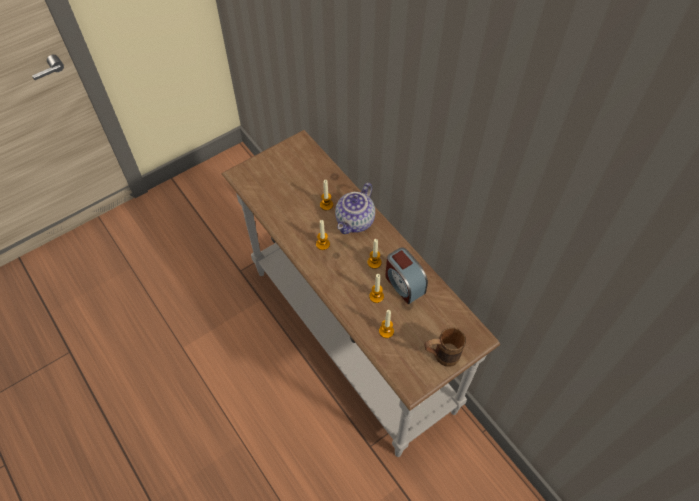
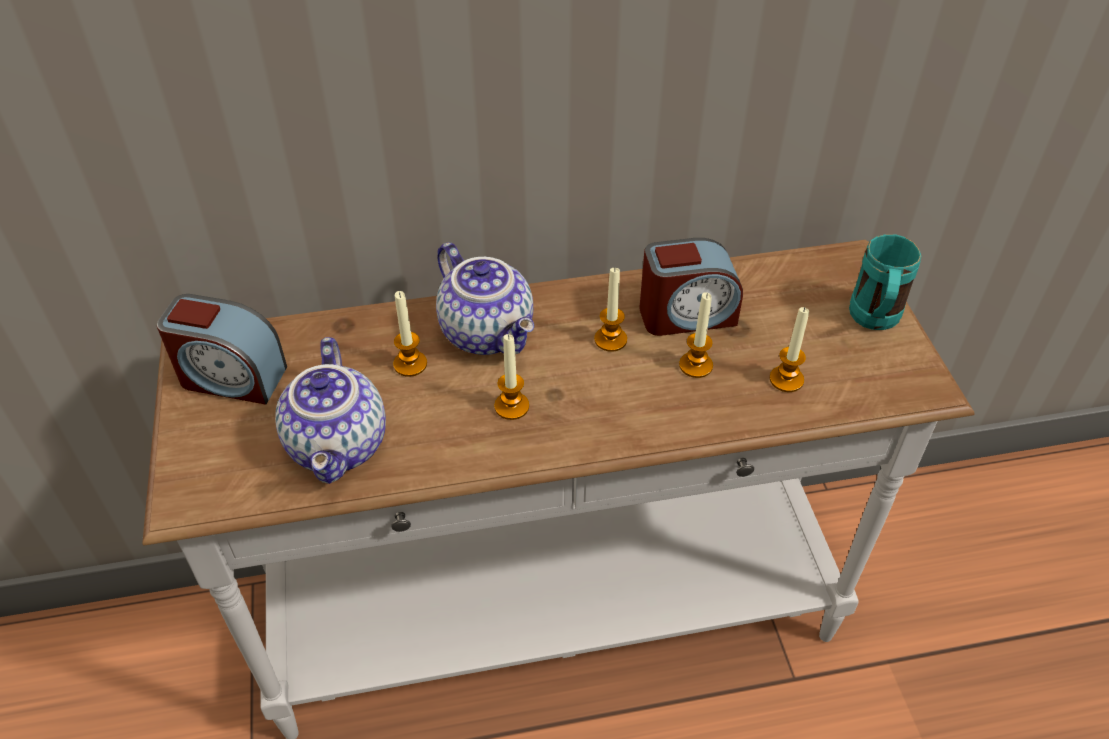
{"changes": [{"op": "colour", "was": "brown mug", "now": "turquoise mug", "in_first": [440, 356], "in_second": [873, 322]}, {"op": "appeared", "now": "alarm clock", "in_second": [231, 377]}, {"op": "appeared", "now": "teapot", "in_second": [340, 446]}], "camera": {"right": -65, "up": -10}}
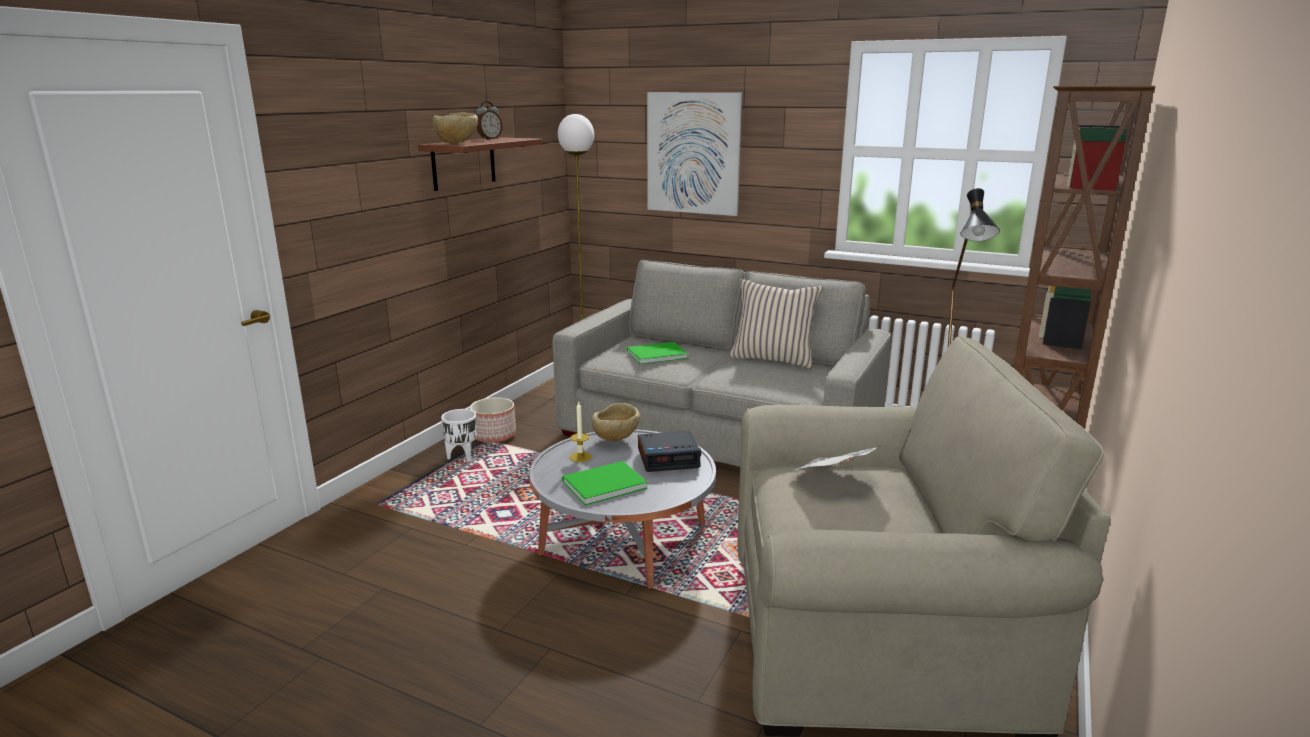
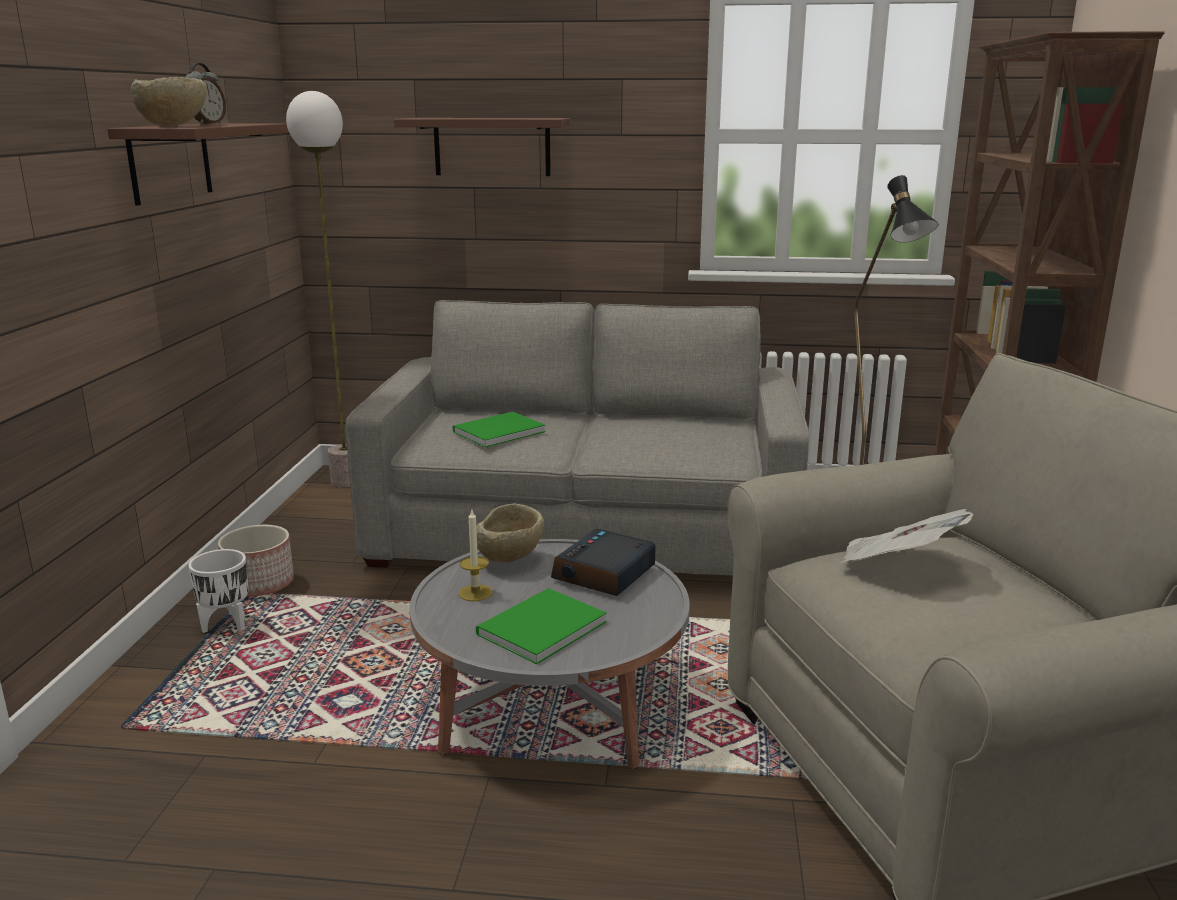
{"changes": [{"op": "spun", "was": "alarm clock", "in_first": [669, 458], "in_second": [604, 573], "clockwise": 150}, {"op": "exchanged", "was": "picture", "now": "brown shelf", "in_first": [693, 153], "in_second": [492, 147]}, {"op": "missing", "was": "beige pillow", "in_first": [773, 359]}], "camera": {"right": -20, "up": 0}}
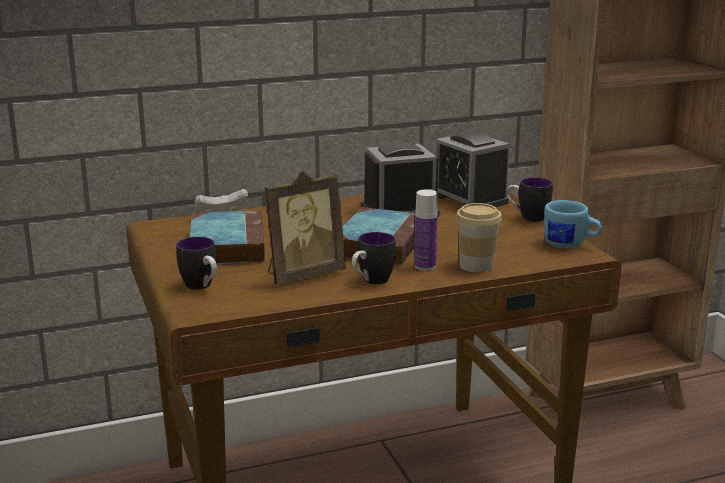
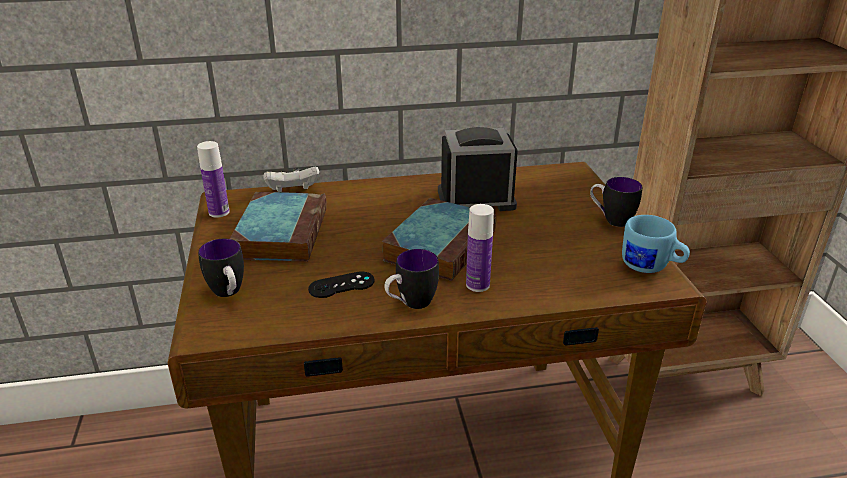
{"changes": [{"op": "exchanged", "was": "picture frame", "now": "black game controller", "in_first": [303, 275], "in_second": [341, 285]}, {"op": "missing", "was": "alarm clock", "in_first": [469, 199]}, {"op": "missing", "was": "cup", "in_first": [476, 265]}, {"op": "appeared", "now": "bottle", "in_second": [219, 212]}], "camera": {"right": 10, "up": 10}}
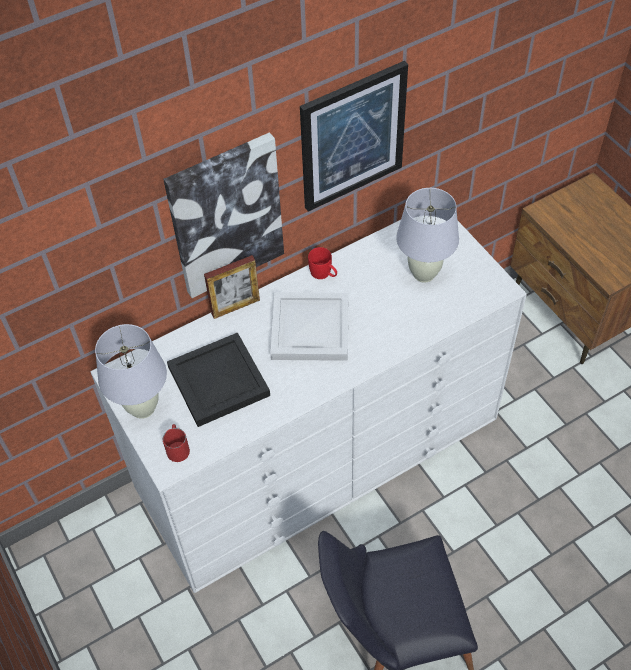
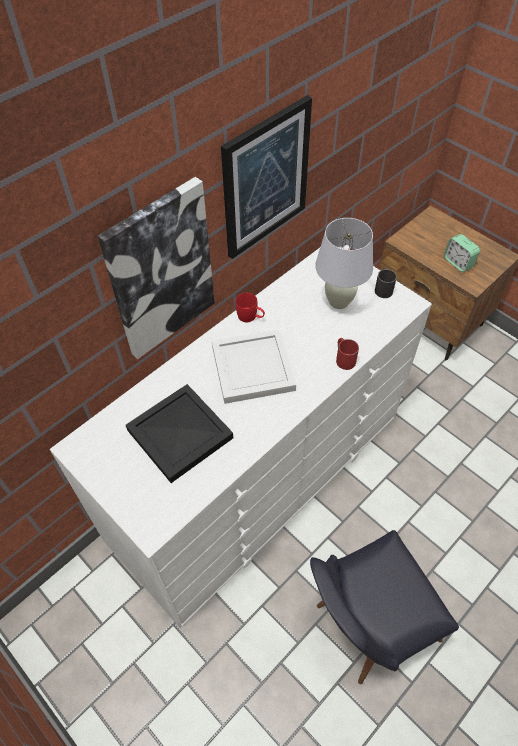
{"changes": [{"op": "missing", "was": "white table lamp", "in_first": [143, 408]}, {"op": "relocated", "was": "red mug", "in_first": [177, 447], "in_second": [344, 358]}, {"op": "missing", "was": "picture frame", "in_first": [235, 307]}, {"op": "appeared", "now": "black mug", "in_second": [383, 288]}, {"op": "appeared", "now": "alarm clock", "in_second": [458, 262]}], "camera": {"right": -15, "up": 0}}
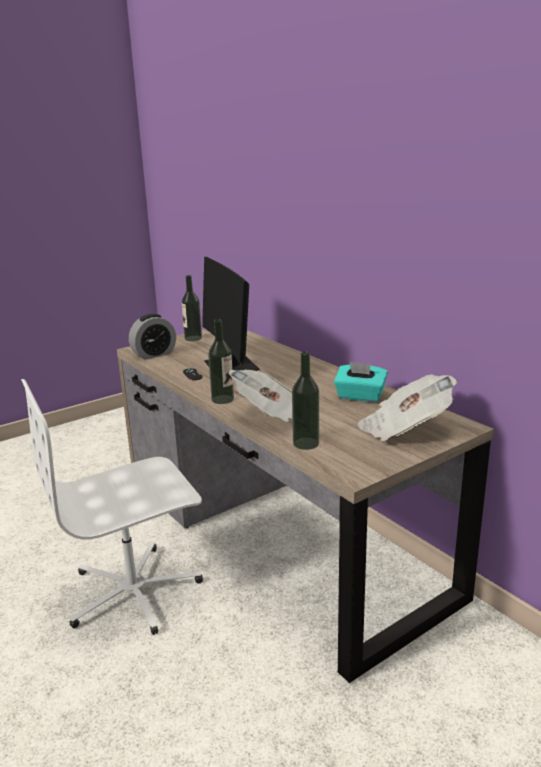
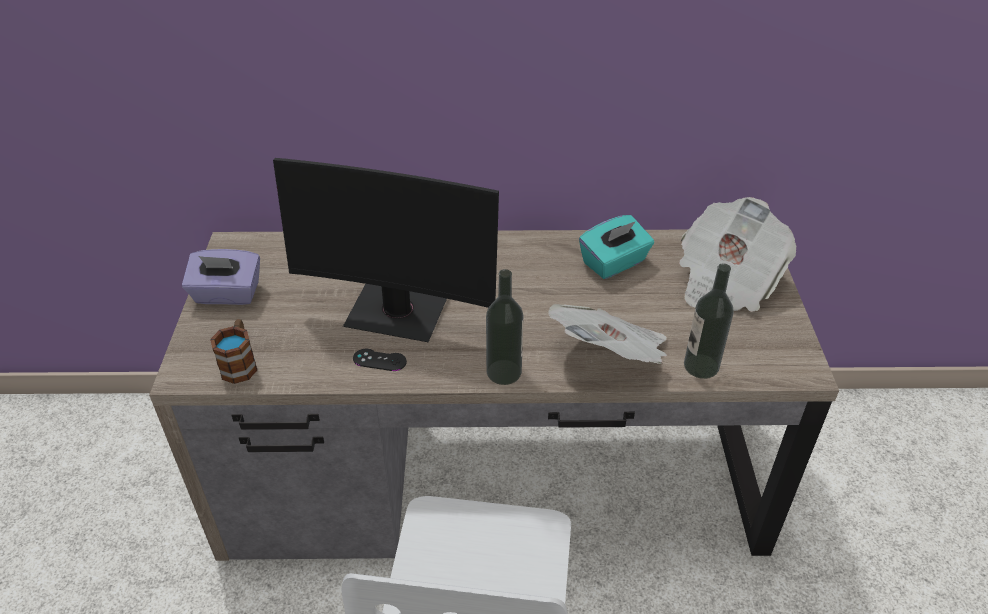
{"changes": [{"op": "exchanged", "was": "alarm clock", "now": "mug", "in_first": [154, 354], "in_second": [240, 363]}, {"op": "exchanged", "was": "bottle", "now": "purple tissue box", "in_first": [193, 338], "in_second": [227, 294]}], "camera": {"right": -55, "up": 20}}
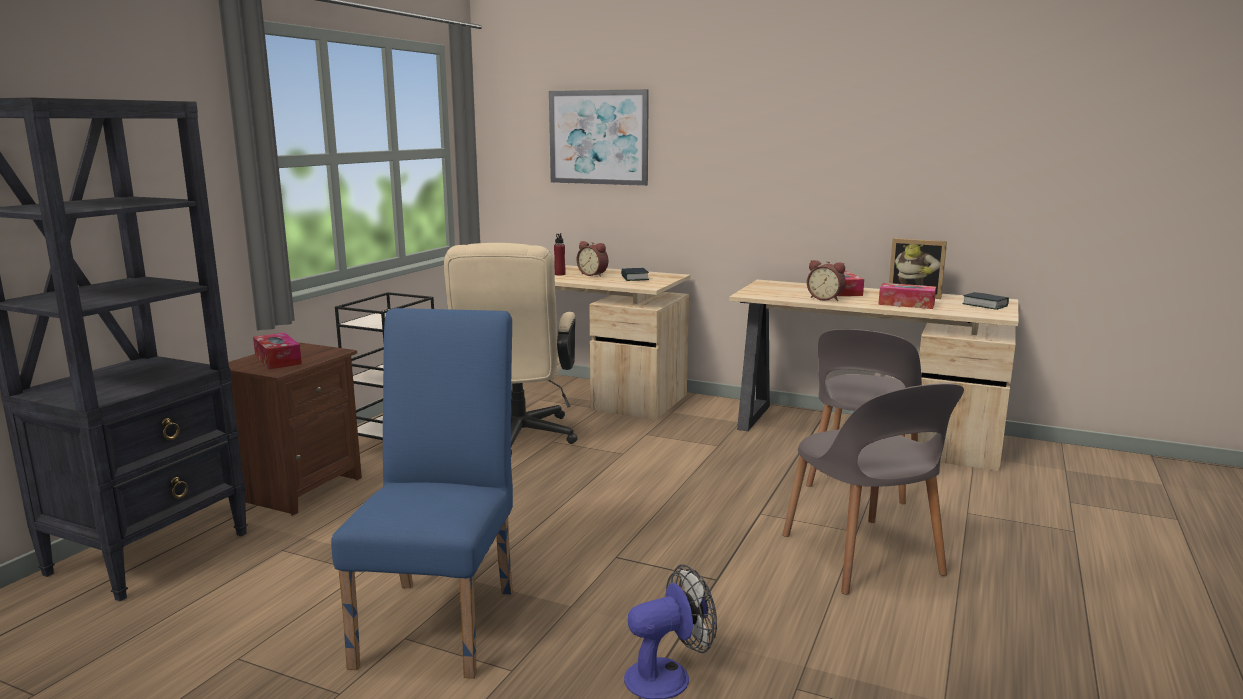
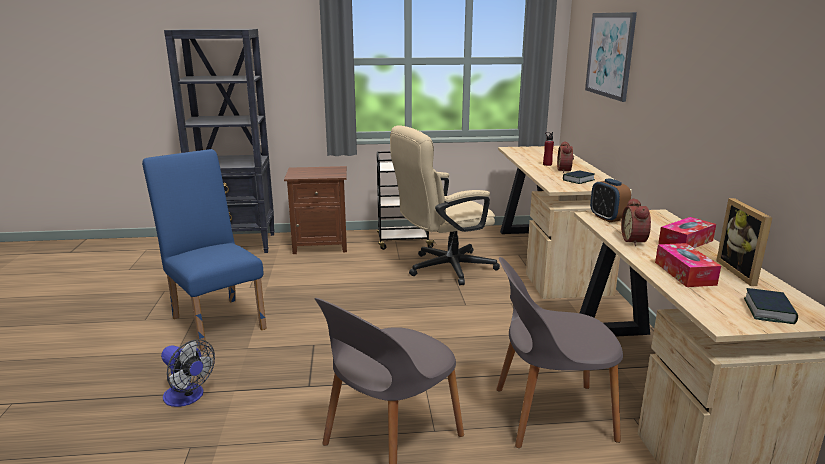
{"changes": [{"op": "missing", "was": "tissue box", "in_first": [278, 360]}, {"op": "spun", "was": "blue chair", "in_first": [442, 618], "in_second": [216, 319], "clockwise": -105}, {"op": "appeared", "now": "alarm clock", "in_second": [607, 218]}], "camera": {"right": 60, "up": 5}}
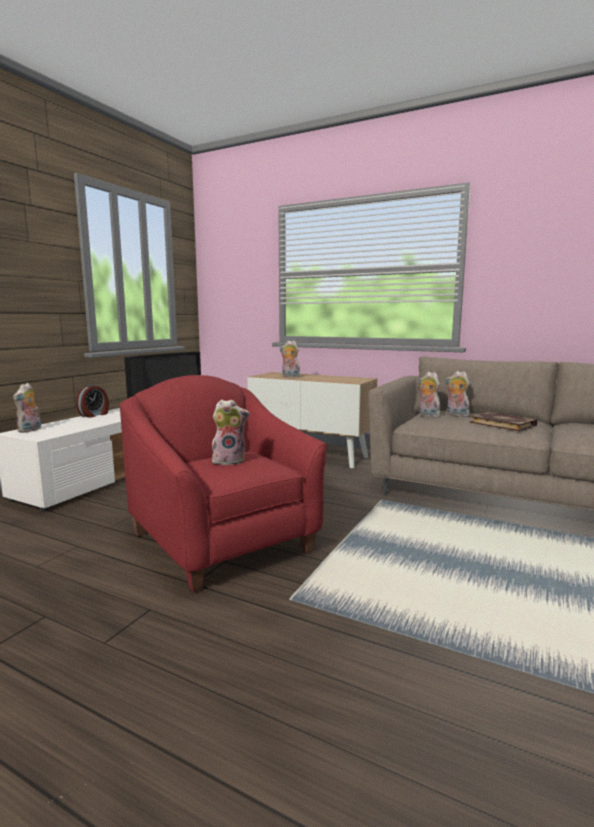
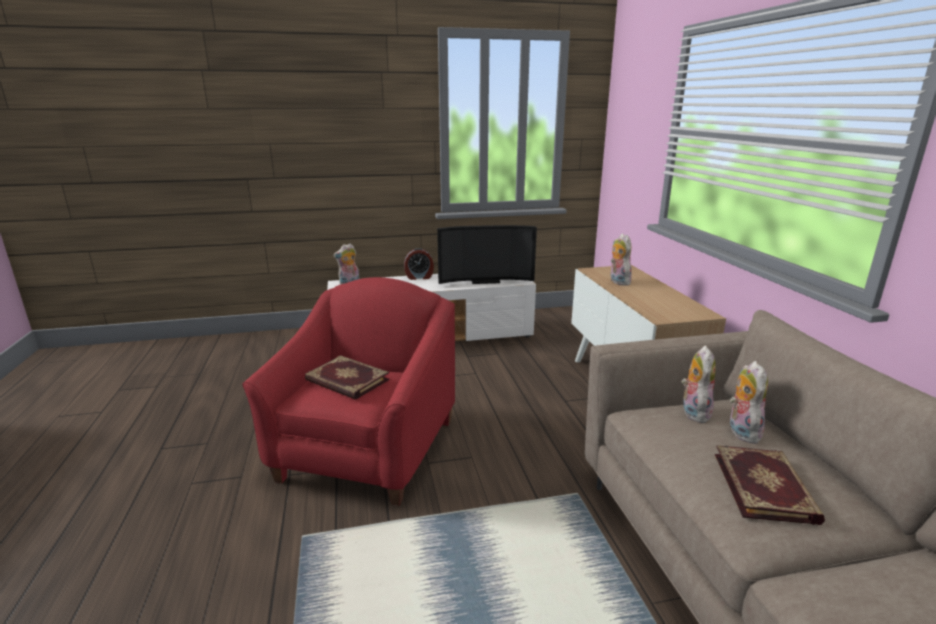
{"changes": [{"op": "exchanged", "was": "plush toy", "now": "book", "in_first": [229, 461], "in_second": [346, 381]}], "camera": {"right": 50, "up": 10}}
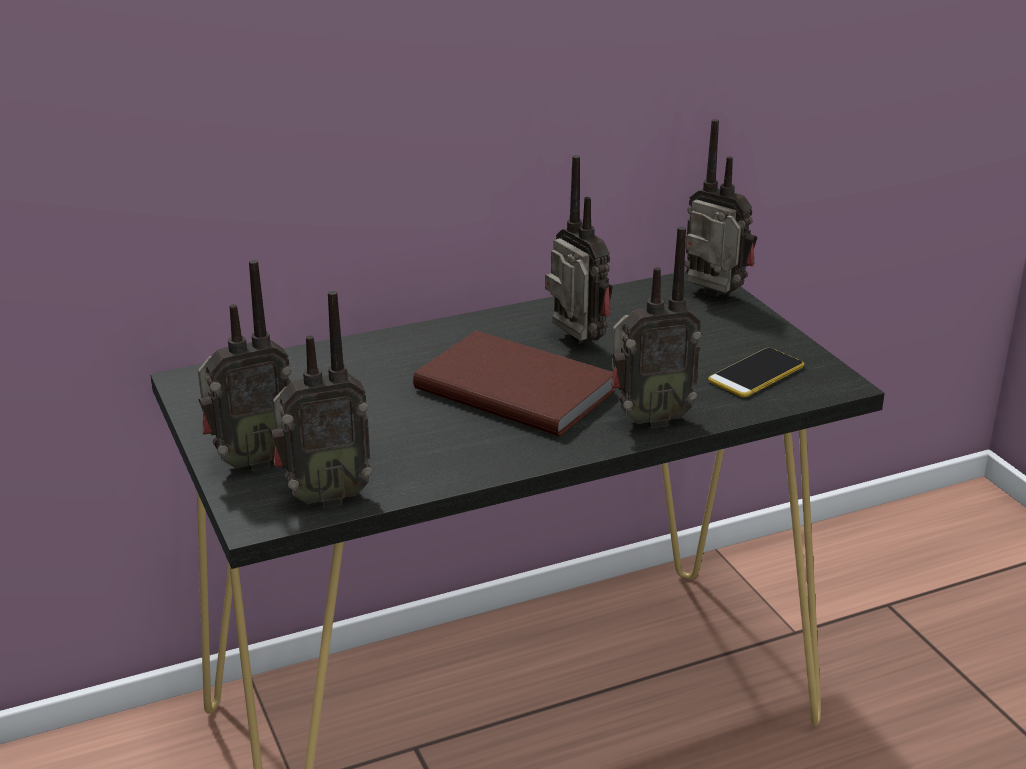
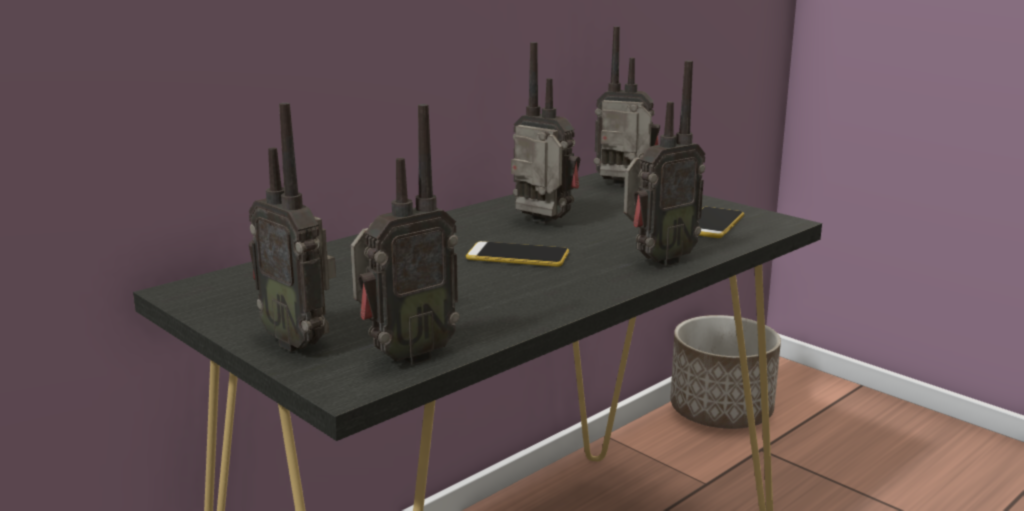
{"changes": [{"op": "spun", "was": "radio", "in_first": [250, 461], "in_second": [299, 341], "clockwise": 90}, {"op": "exchanged", "was": "brown book", "now": "phone", "in_first": [515, 387], "in_second": [517, 256]}, {"op": "appeared", "now": "planter", "in_second": [722, 411]}], "camera": {"right": -20, "up": -10}}
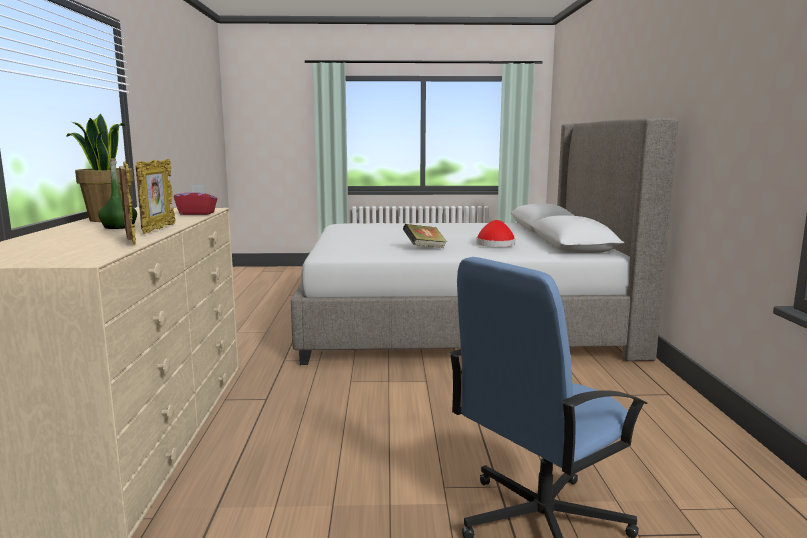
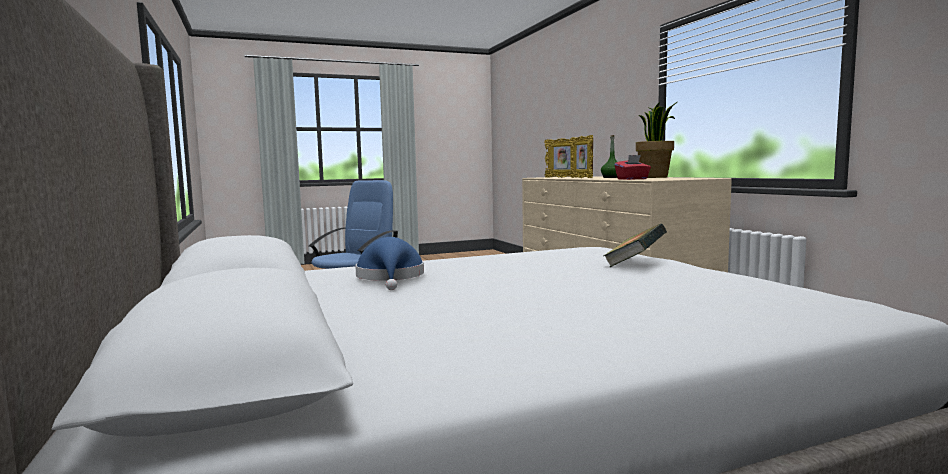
{"changes": [{"op": "relocated", "was": "book", "in_first": [424, 248], "in_second": [634, 264]}, {"op": "colour", "was": "red hat", "now": "blue hat", "in_first": [495, 244], "in_second": [391, 278]}], "camera": {"right": 160, "up": -5}}
